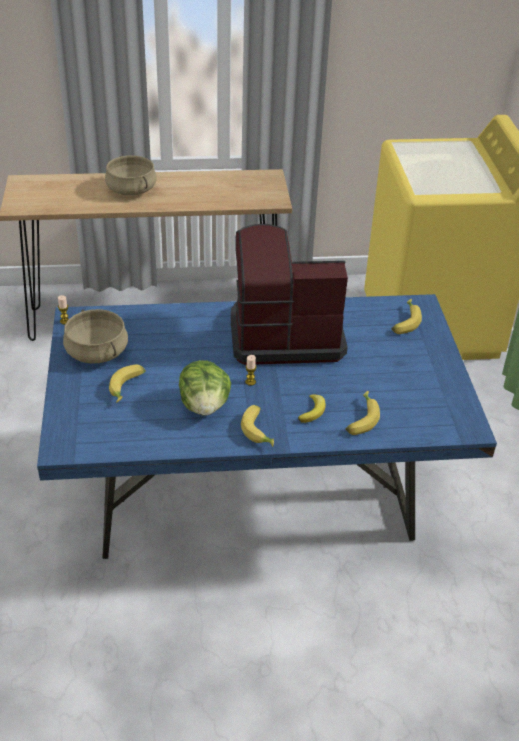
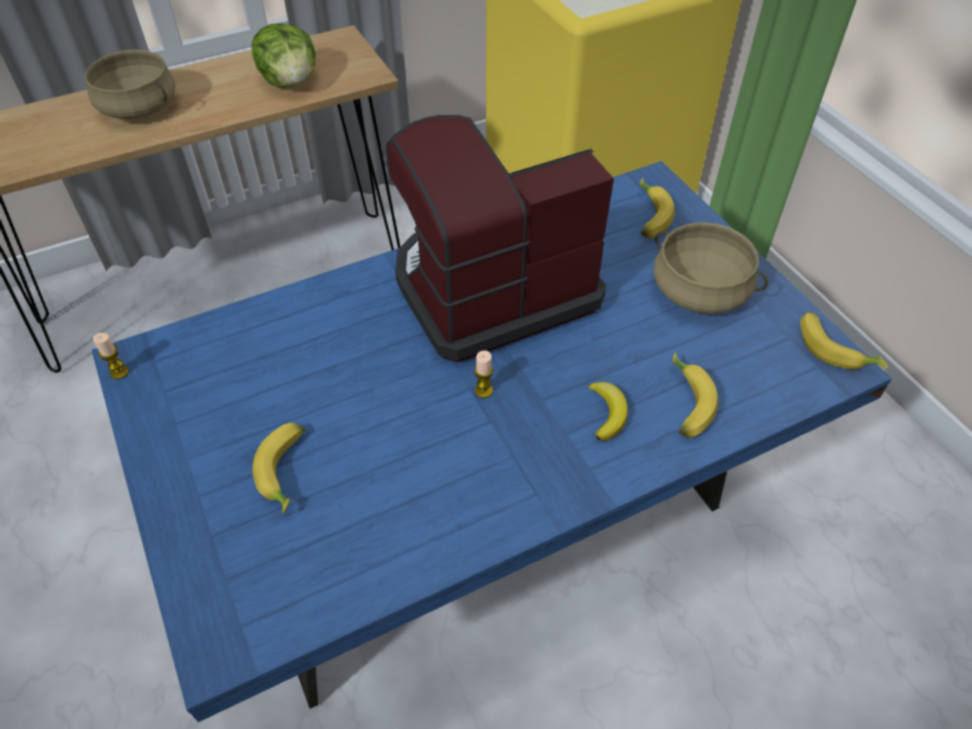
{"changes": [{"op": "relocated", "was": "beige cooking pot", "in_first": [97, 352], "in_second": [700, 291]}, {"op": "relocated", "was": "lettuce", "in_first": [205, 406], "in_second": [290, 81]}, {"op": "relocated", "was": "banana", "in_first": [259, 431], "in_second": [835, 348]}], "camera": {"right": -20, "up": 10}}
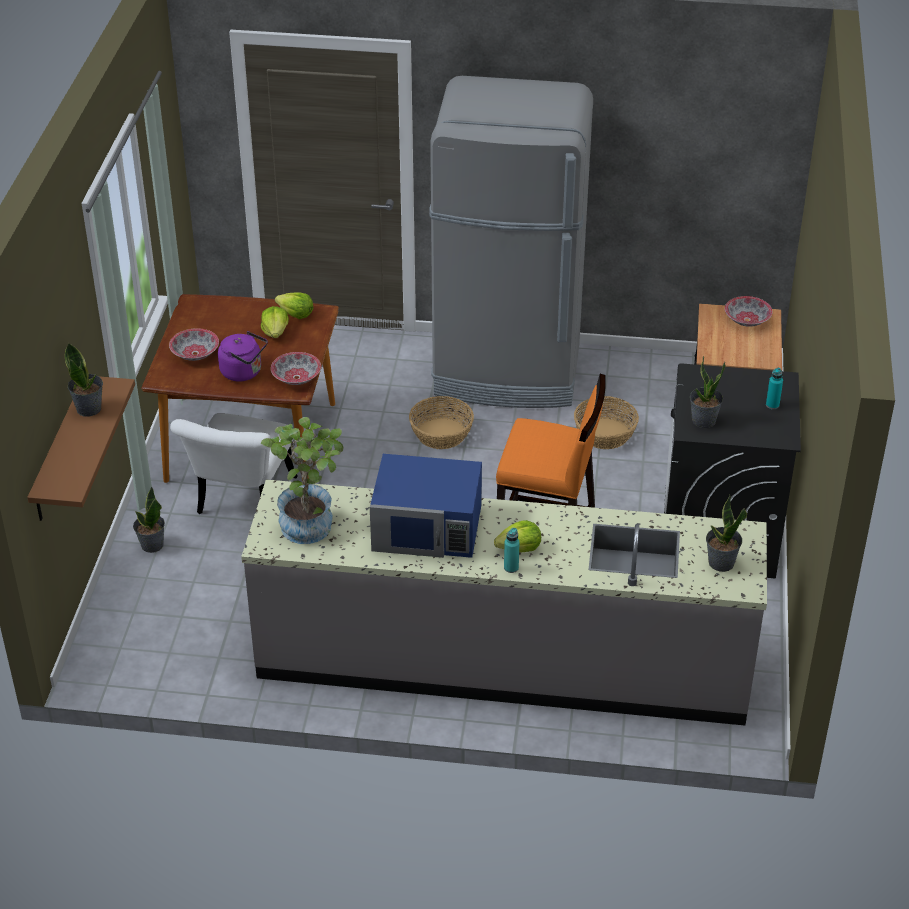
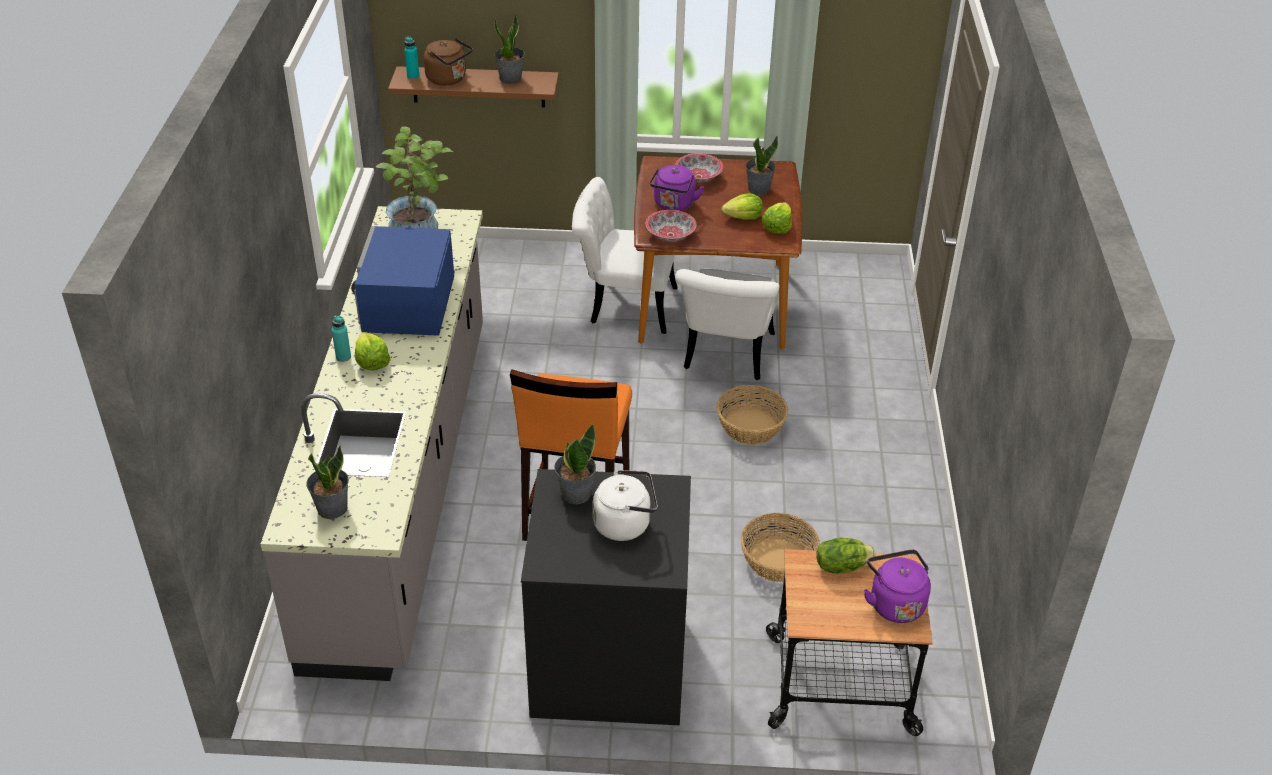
{"changes": [{"op": "relocated", "was": "potted plant", "in_first": [152, 545], "in_second": [758, 189]}, {"op": "missing", "was": "grey fridge", "in_first": [508, 372]}, {"op": "exchanged", "was": "bowl", "now": "purple kettle", "in_first": [746, 320], "in_second": [894, 603]}, {"op": "relocated", "was": "turquoise bottle", "in_first": [772, 405], "in_second": [413, 76]}, {"op": "appeared", "now": "brown kettle", "in_second": [449, 79]}, {"op": "appeared", "now": "white kettle", "in_second": [625, 524]}, {"op": "appeared", "now": "white chair", "in_second": [726, 358]}, {"op": "appeared", "now": "lettuce", "in_second": [841, 566]}], "camera": {"right": 85, "up": 0}}
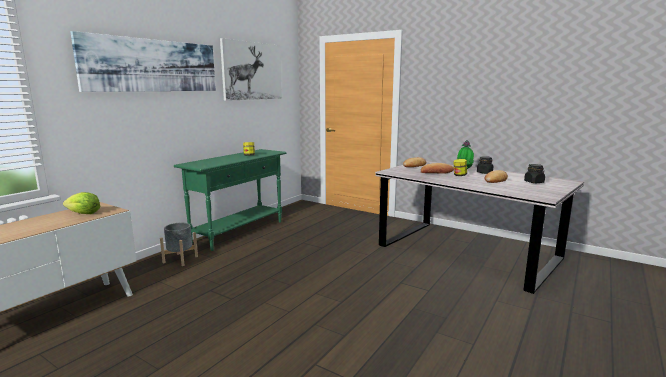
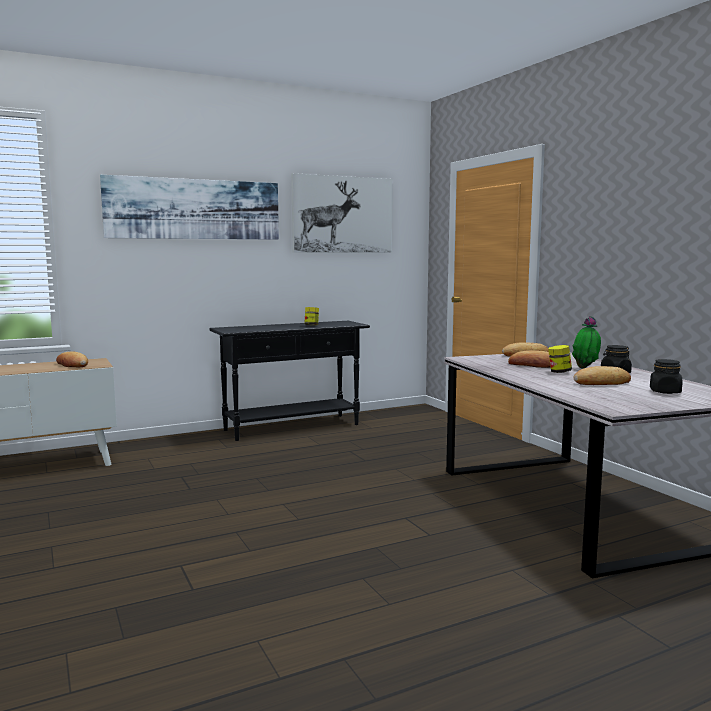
{"changes": [{"op": "exchanged", "was": "lettuce", "now": "bread", "in_first": [83, 213], "in_second": [72, 365]}, {"op": "missing", "was": "grey planter", "in_first": [180, 259]}, {"op": "colour", "was": "green console table", "now": "black console table", "in_first": [239, 232], "in_second": [292, 427]}], "camera": {"right": 30, "up": -5}}
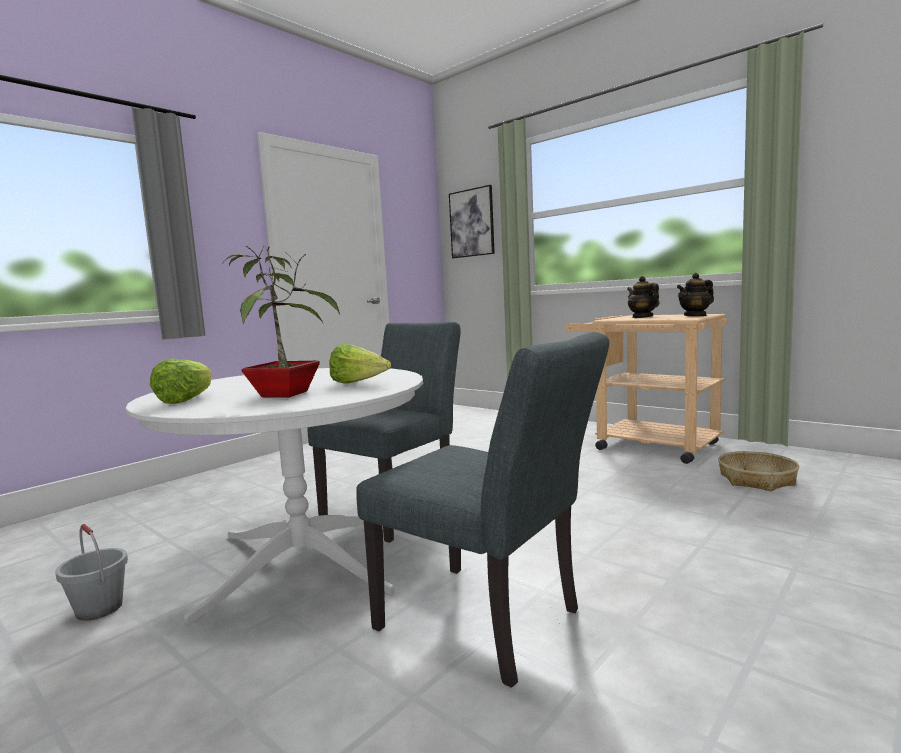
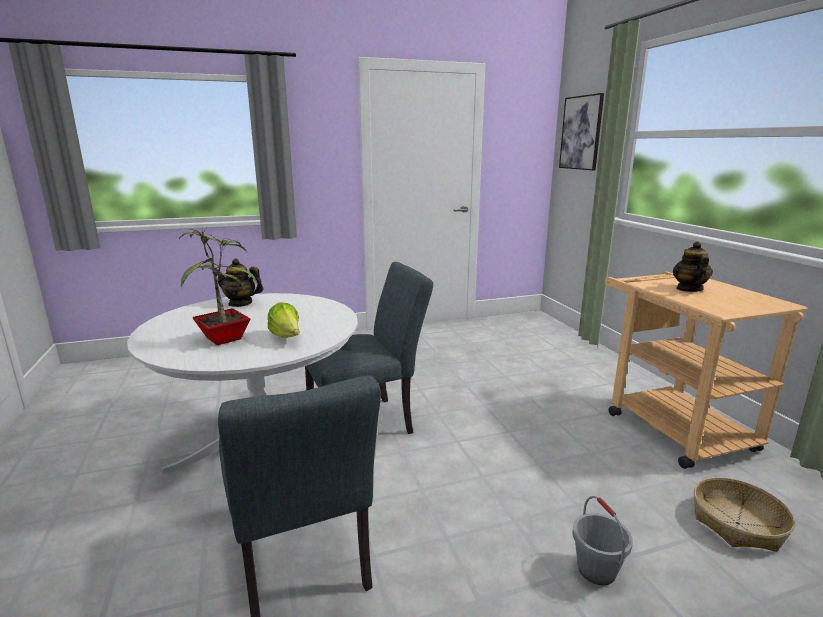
{"changes": [{"op": "relocated", "was": "grey bucket", "in_first": [100, 609], "in_second": [597, 570]}, {"op": "missing", "was": "lettuce", "in_first": [186, 400]}, {"op": "relocated", "was": "teapot", "in_first": [695, 316], "in_second": [240, 303]}], "camera": {"right": 30, "up": 10}}
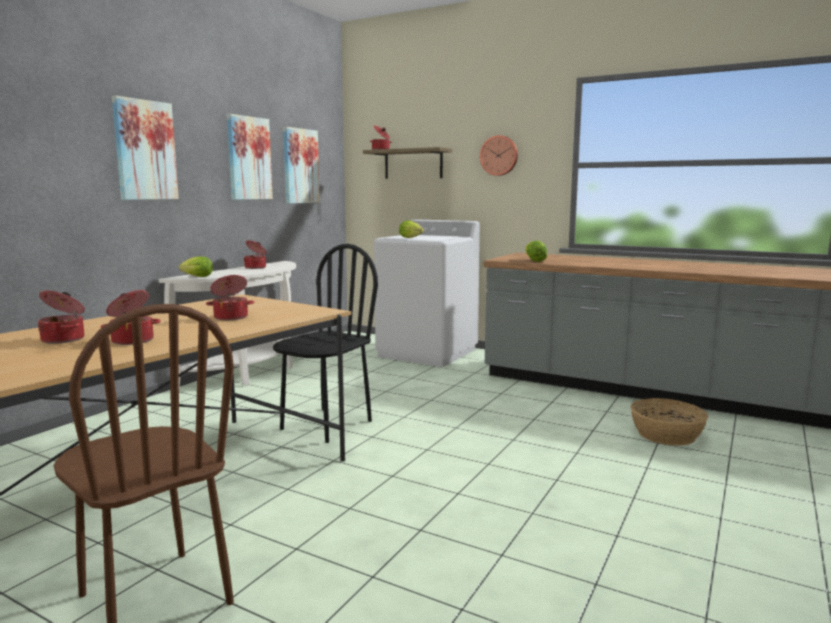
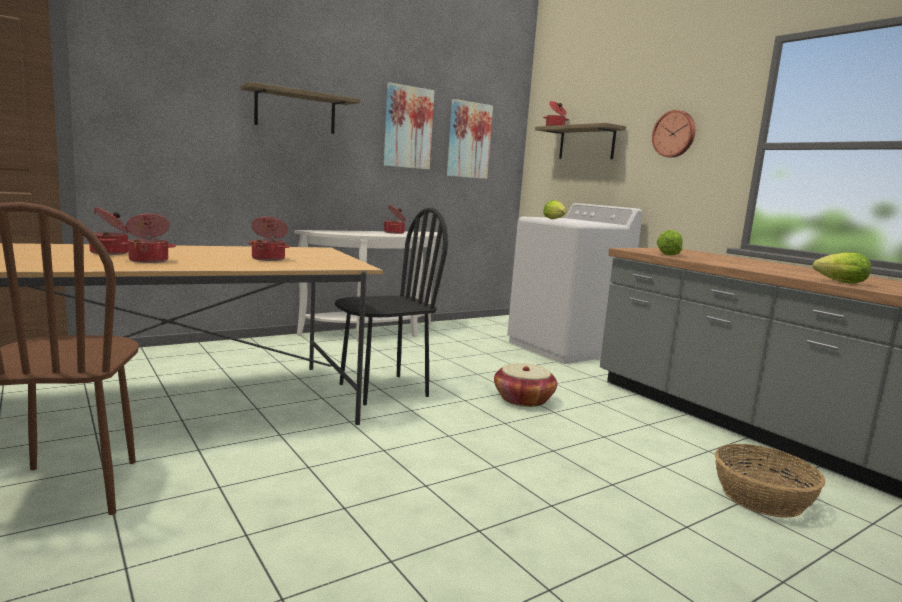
{"changes": [{"op": "exchanged", "was": "picture", "now": "shelf", "in_first": [145, 150], "in_second": [295, 111]}, {"op": "relocated", "was": "lettuce", "in_first": [196, 277], "in_second": [837, 282]}, {"op": "appeared", "now": "basket", "in_second": [523, 399]}], "camera": {"right": 25, "up": 0}}
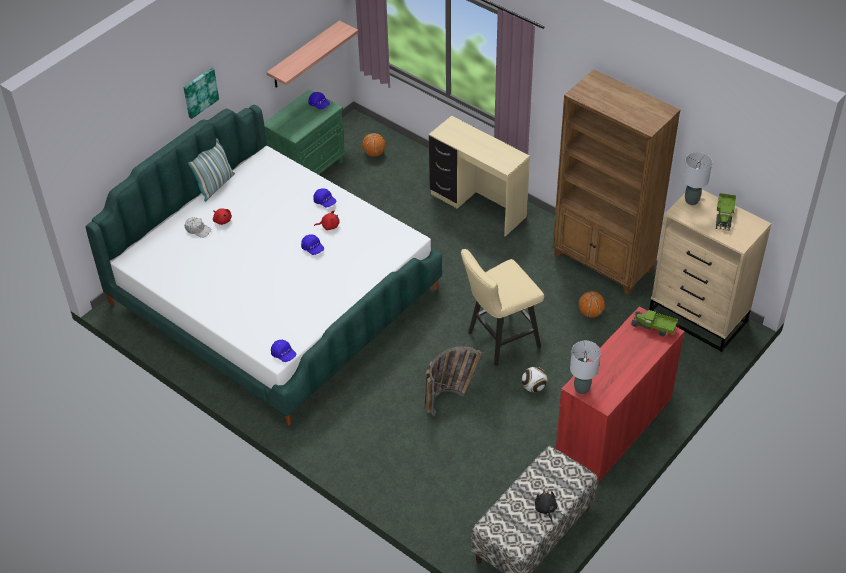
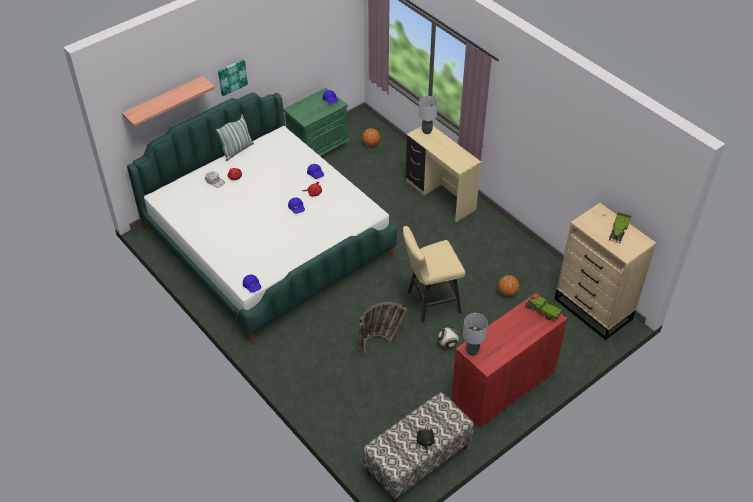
{"changes": [{"op": "relocated", "was": "shelf", "in_first": [304, 55], "in_second": [164, 102]}, {"op": "missing", "was": "brown bookcase", "in_first": [603, 263]}, {"op": "relocated", "was": "grey table lamp", "in_first": [691, 201], "in_second": [427, 131]}], "camera": {"right": 10, "up": 0}}
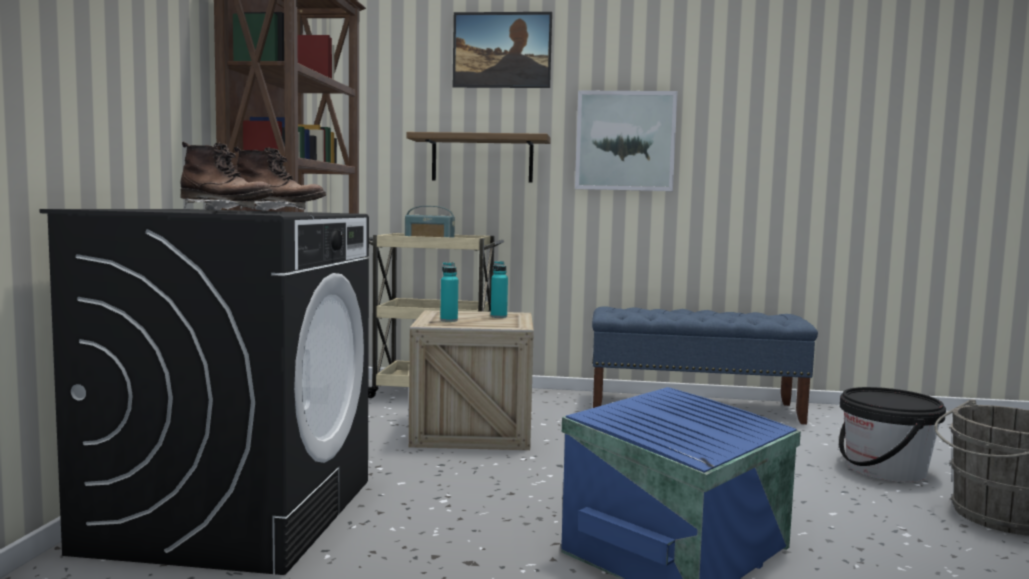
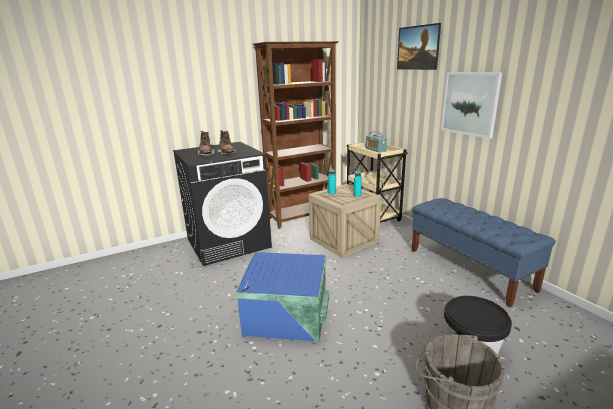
{"changes": [{"op": "missing", "was": "shelf", "in_first": [482, 159]}], "camera": {"right": 55, "up": 15}}
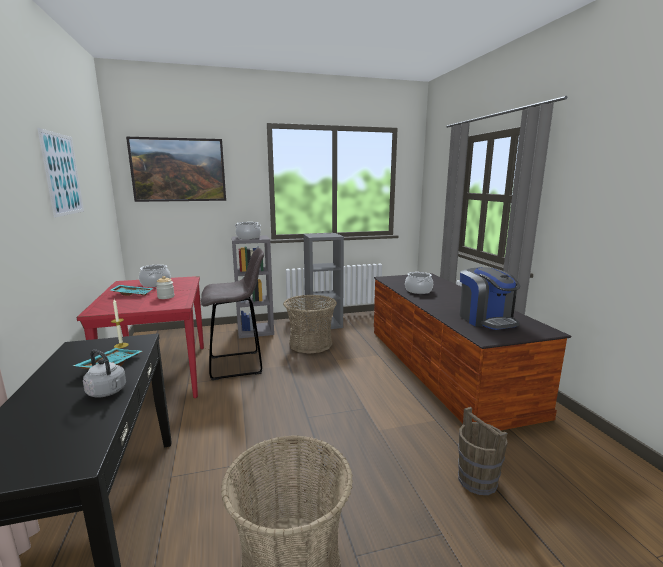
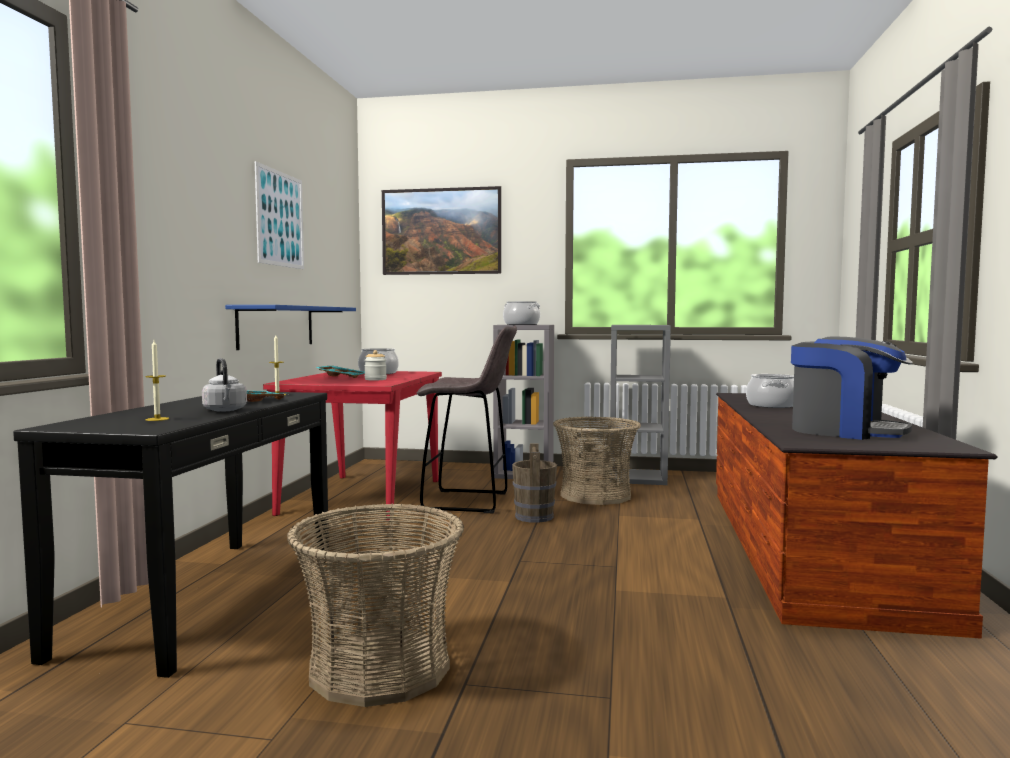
{"changes": [{"op": "relocated", "was": "brown bucket", "in_first": [477, 481], "in_second": [534, 517]}, {"op": "spun", "was": "coffee machine", "in_first": [486, 319], "in_second": [845, 431], "clockwise": -60}, {"op": "appeared", "now": "candle", "in_second": [157, 419]}, {"op": "appeared", "now": "blue shelf", "in_second": [276, 326]}], "camera": {"right": 25, "up": -10}}
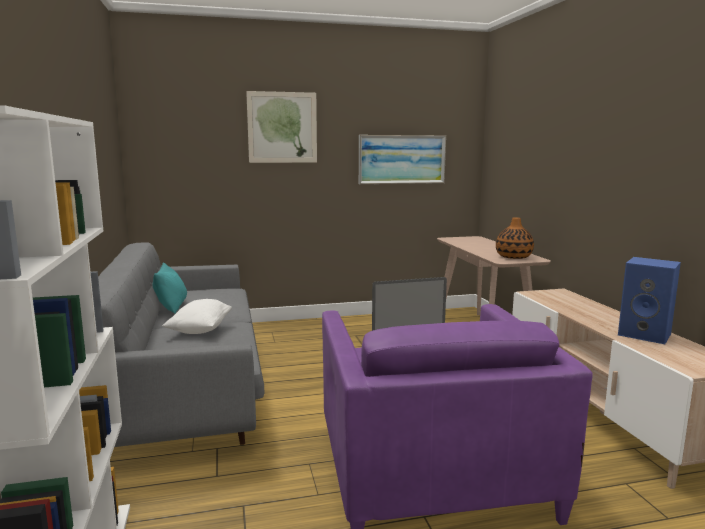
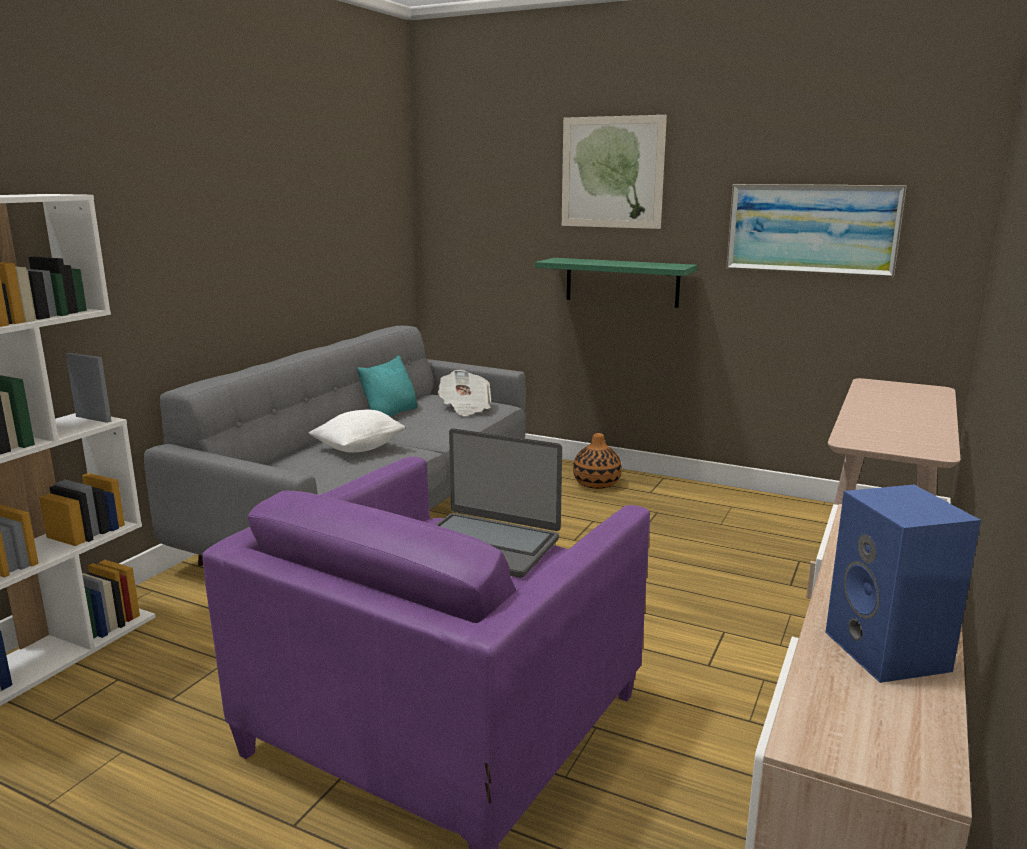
{"changes": [{"op": "relocated", "was": "vase", "in_first": [513, 257], "in_second": [596, 483]}, {"op": "appeared", "now": "newspaper", "in_second": [465, 408]}, {"op": "appeared", "now": "green shelf", "in_second": [622, 282]}], "camera": {"right": 40, "up": 5}}
